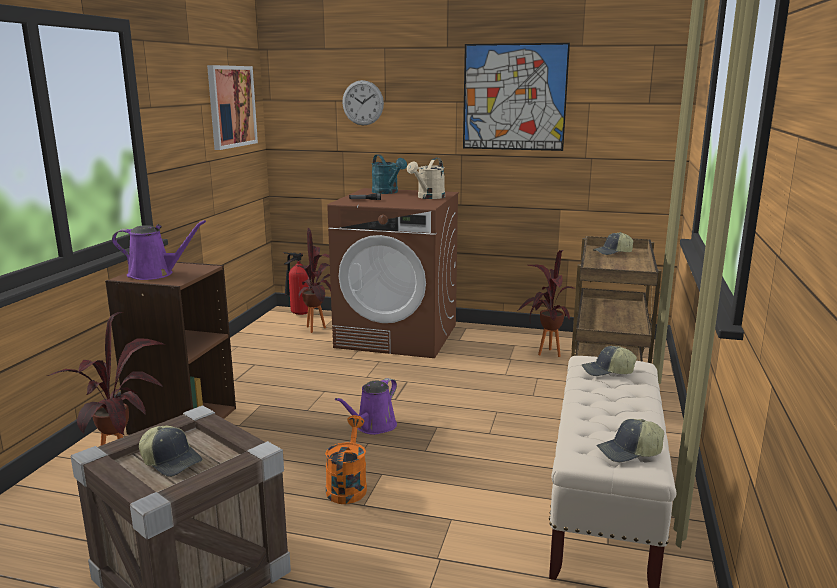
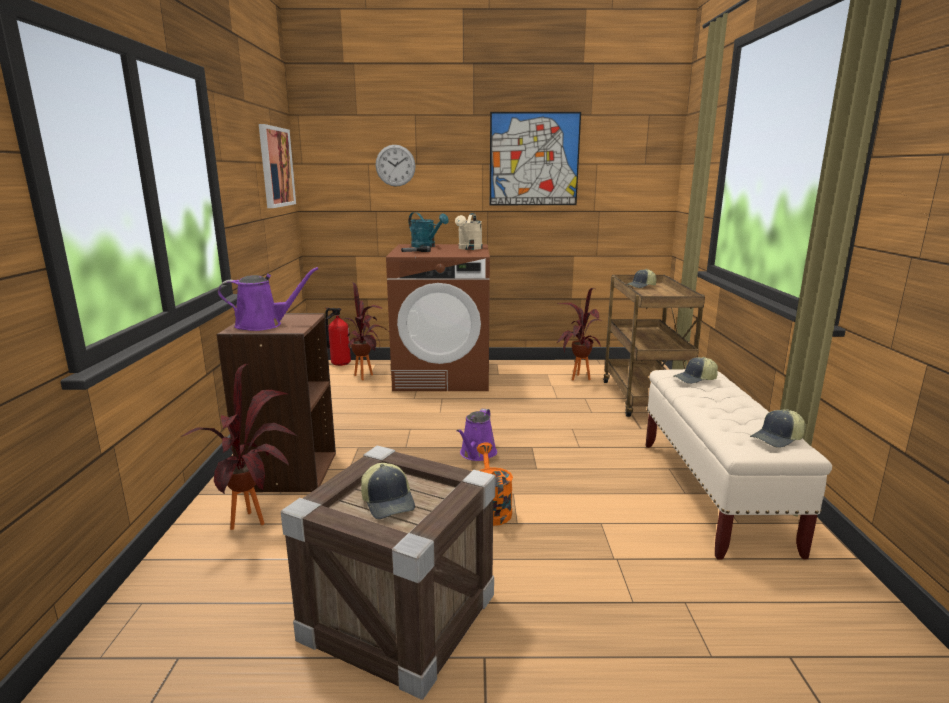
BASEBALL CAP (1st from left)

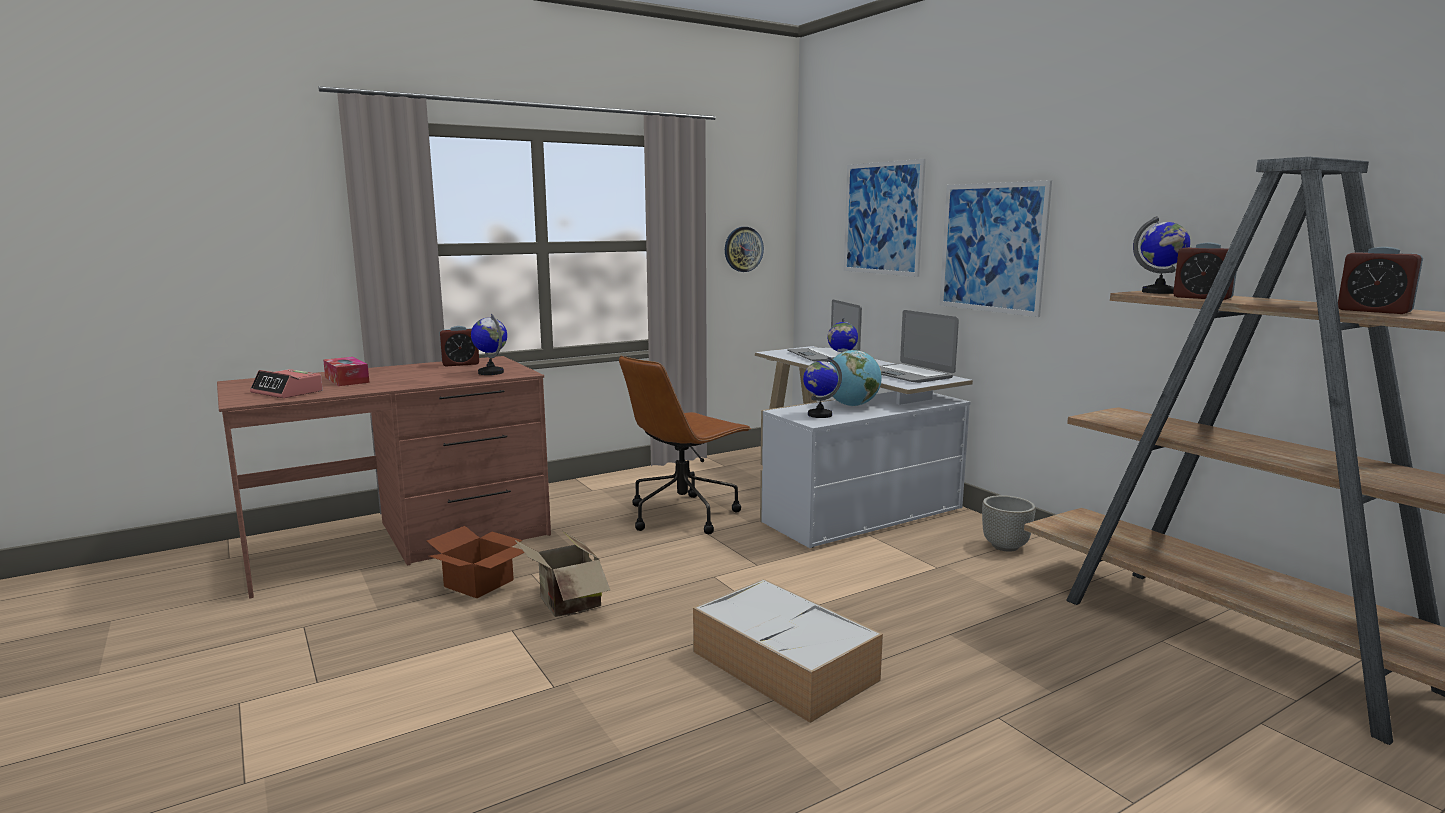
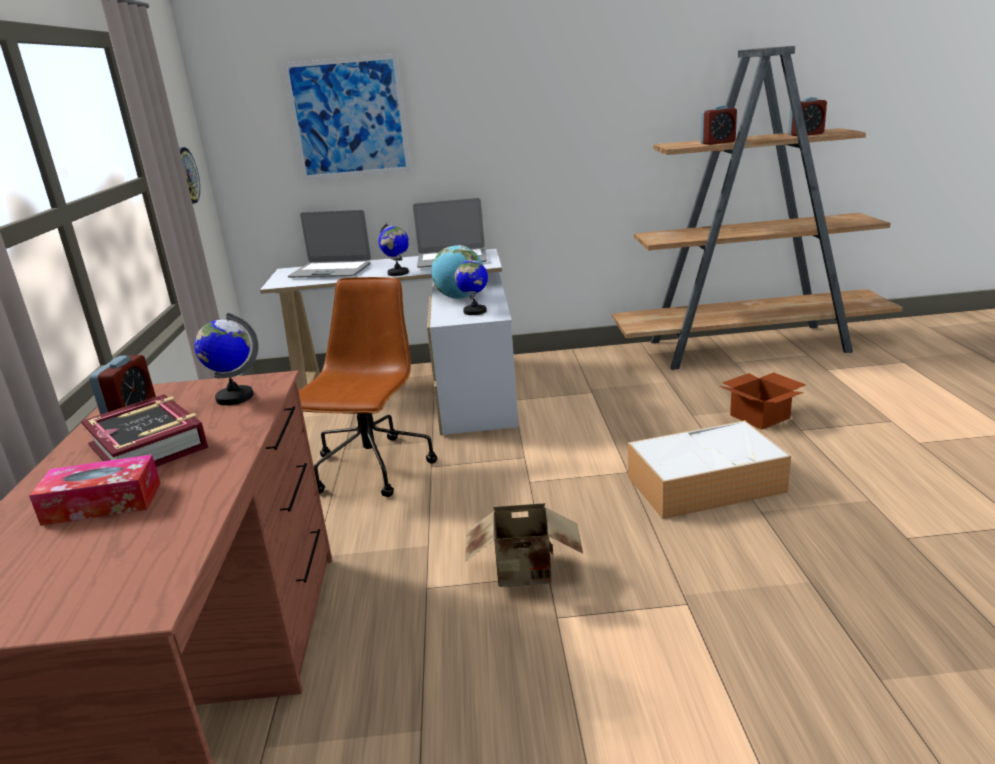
WALL ART (2nd from left in the first image)
GLOBE (5th from left in the first image)
BROWN DESK CHAIR
BEDSIDE CLOCK (1st from left in the first image)
GRAY FLOWER POT
PACKING BOX (2nd from left)
BOOK

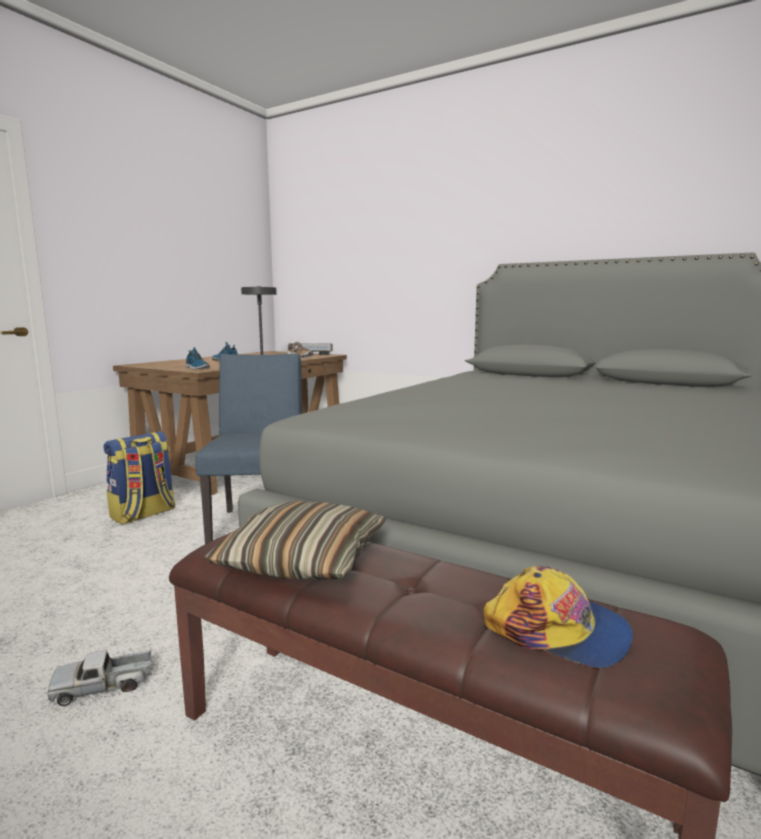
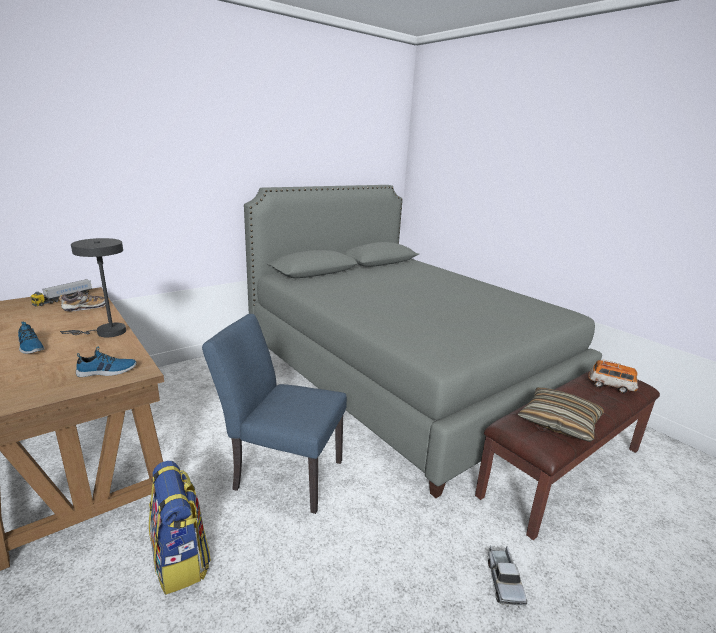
MINIATURE CAR

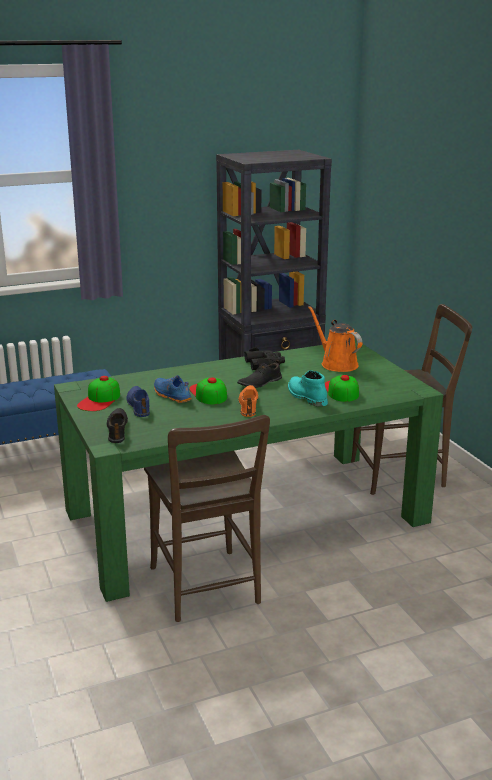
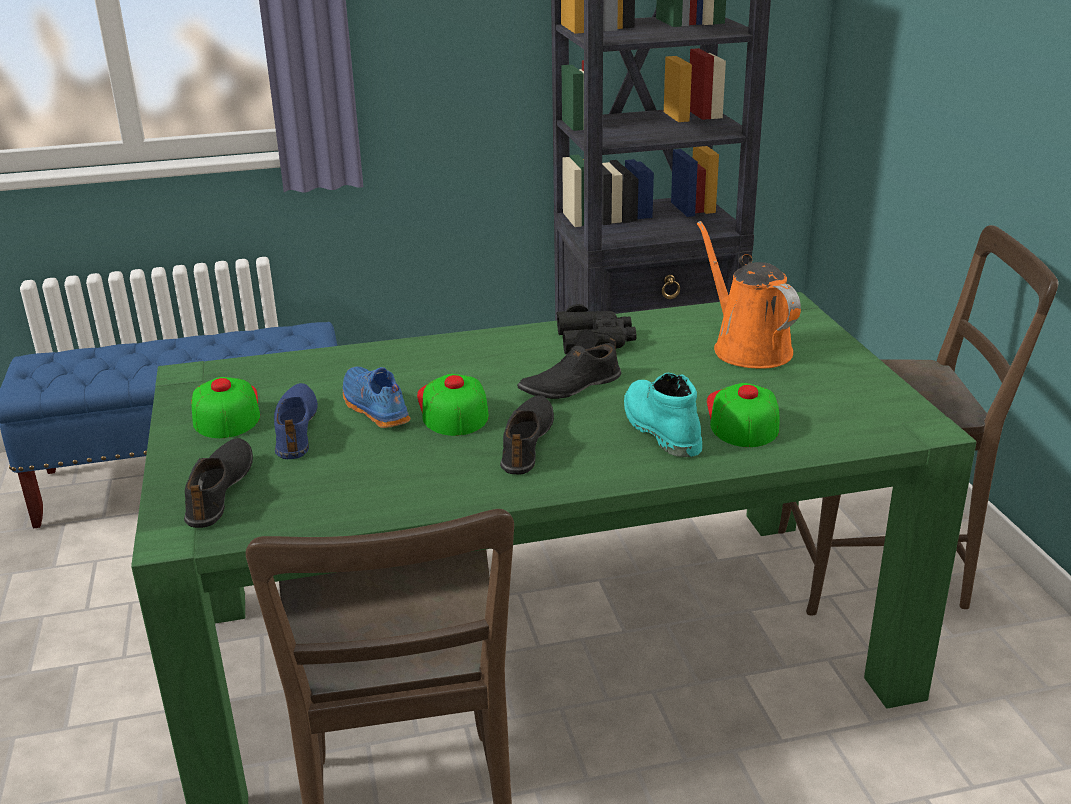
BASEBALL CAP (1st from left)
BLACK LOW SHOE (2nd from left)

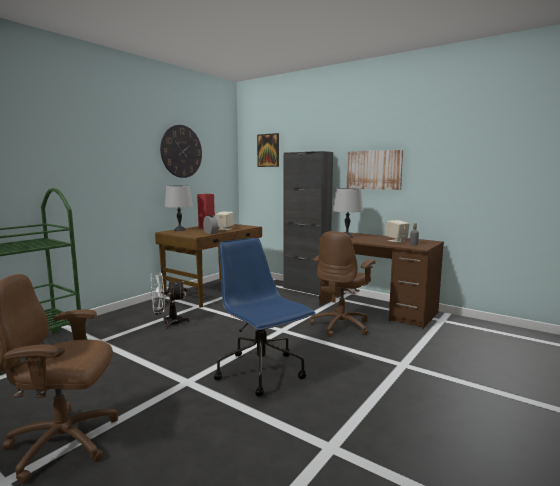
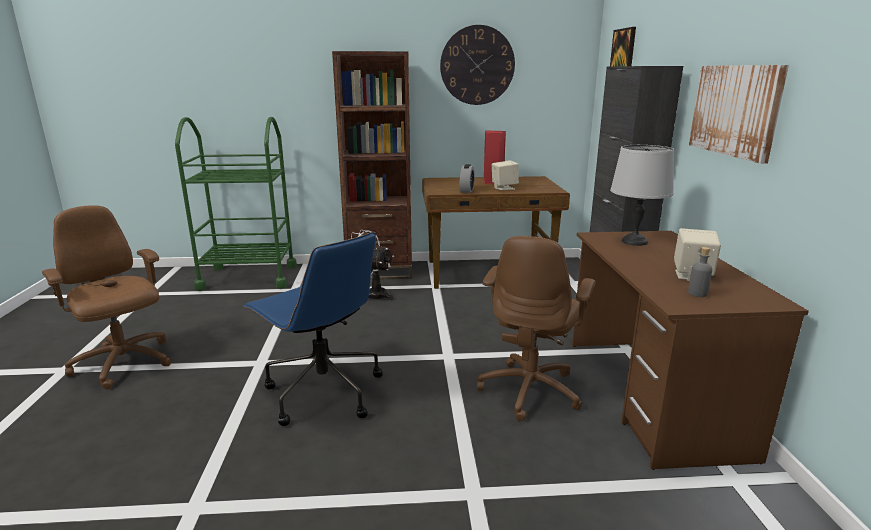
GRAY LAMP FOR A TABLE (1st from left in the first image)
BROWN DESK CHAIR (2nd from left)
BLUE DESK CHAIR
BROWN BOOKSHELF

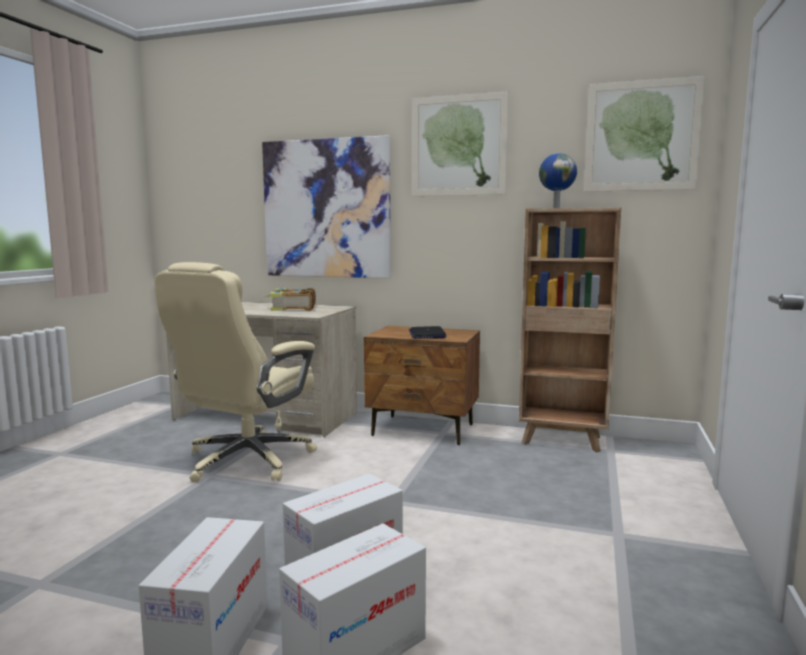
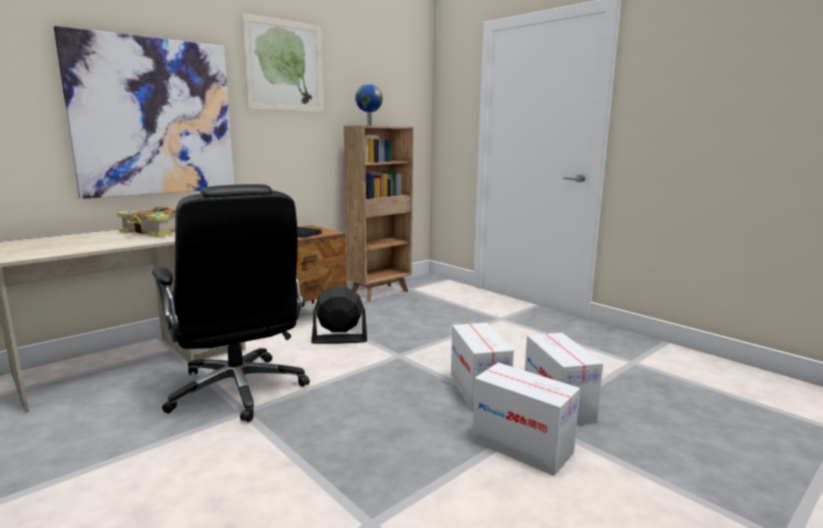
WALL ART (3rd from left in the first image)
BLACK DESK CHAIR
BLACK FAN

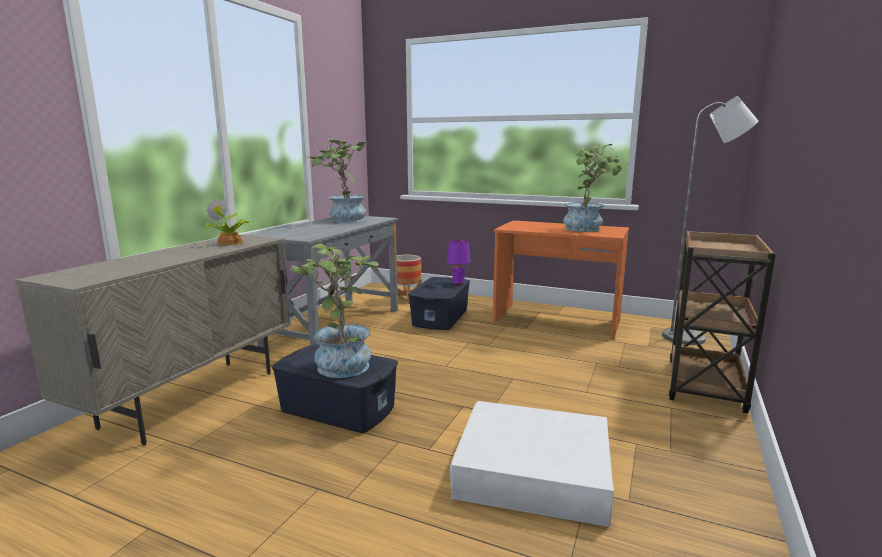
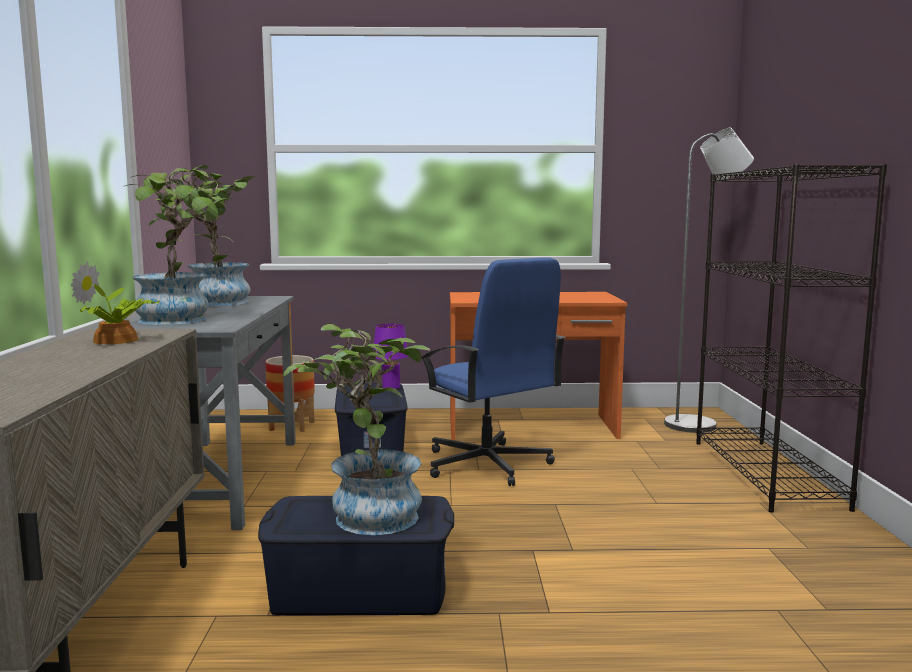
HOUSEPLANT (2nd from left)
BLACK BOOKSHELF
WHITE-COLOURED STORAGE BIN
BLUE DESK CHAIR

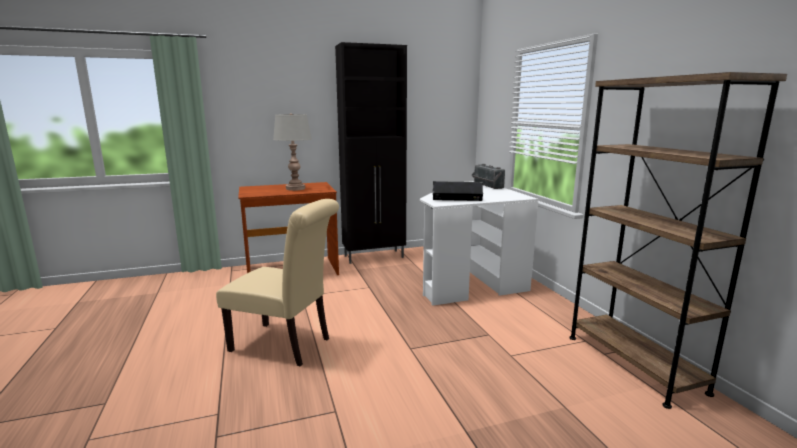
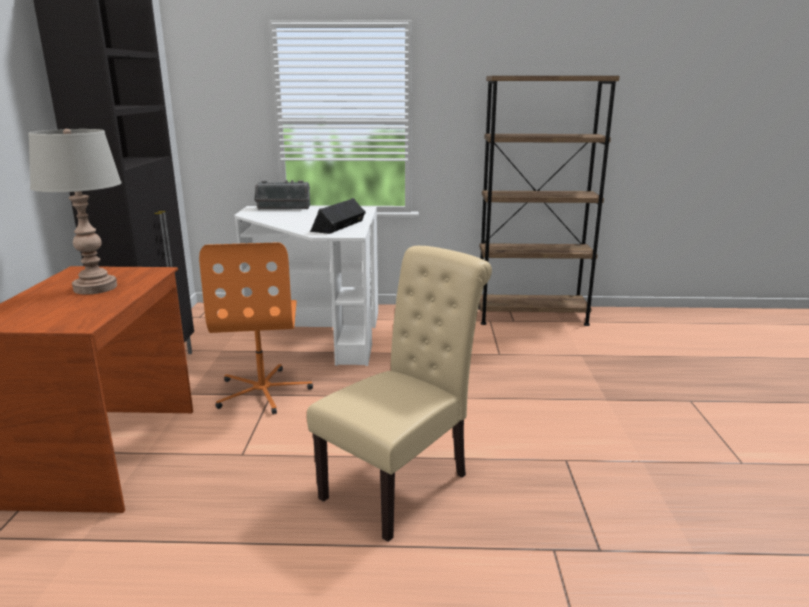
ORANGEY DESK CHAIR

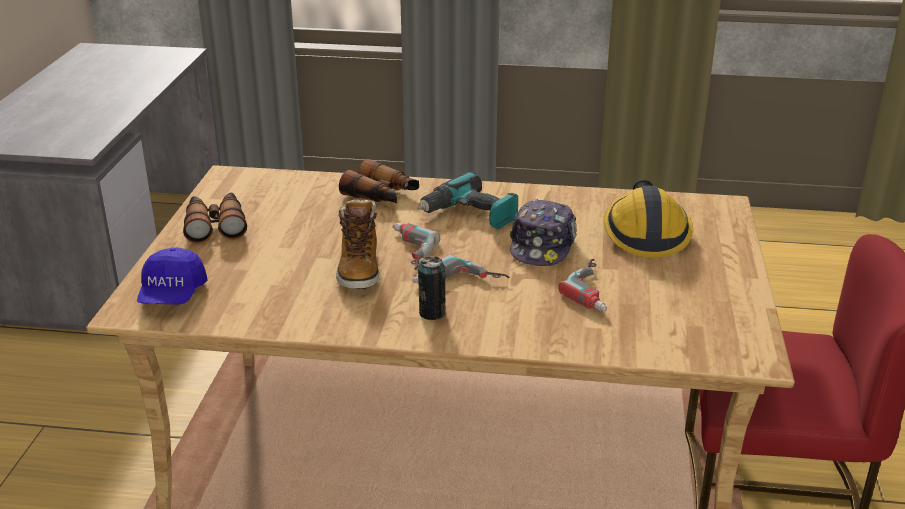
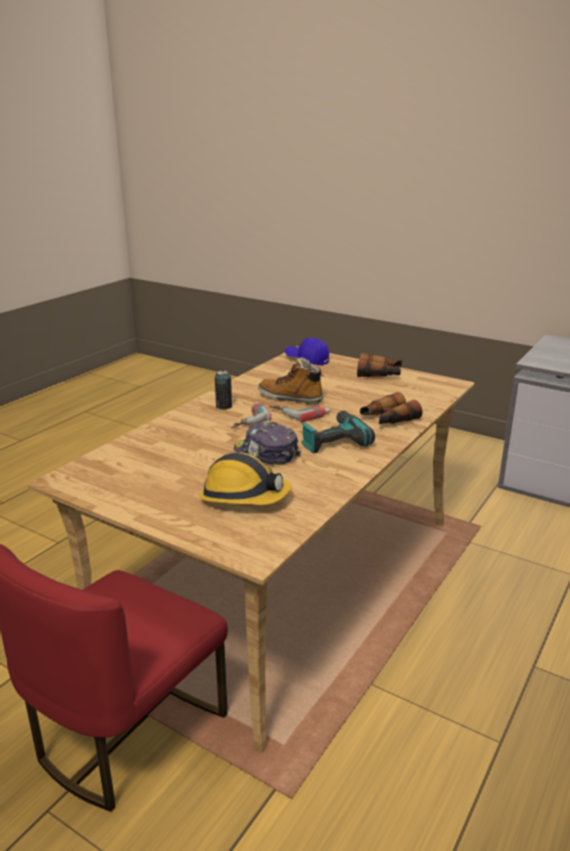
POWER DRILL (4th from left in the first image)

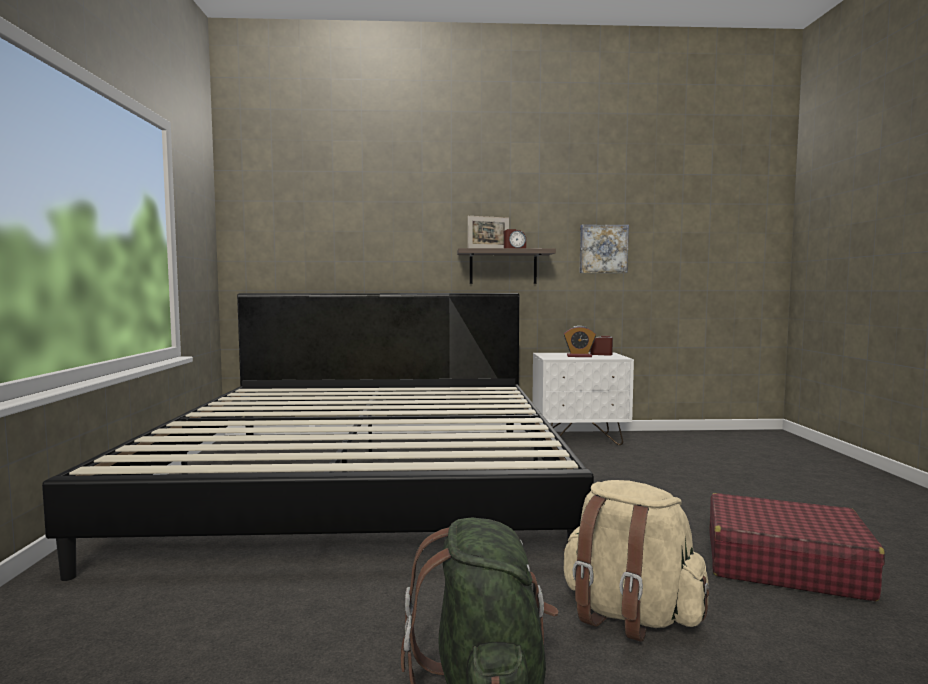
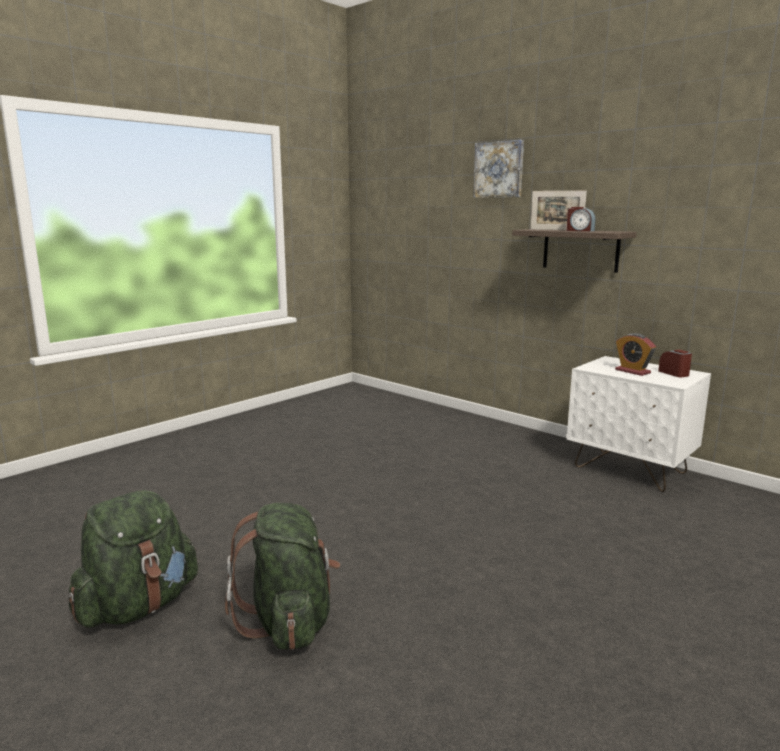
WALL ART
BED
GREEN-COLOURED RUCKSACK (2nd from left)
RED SUITCASE

